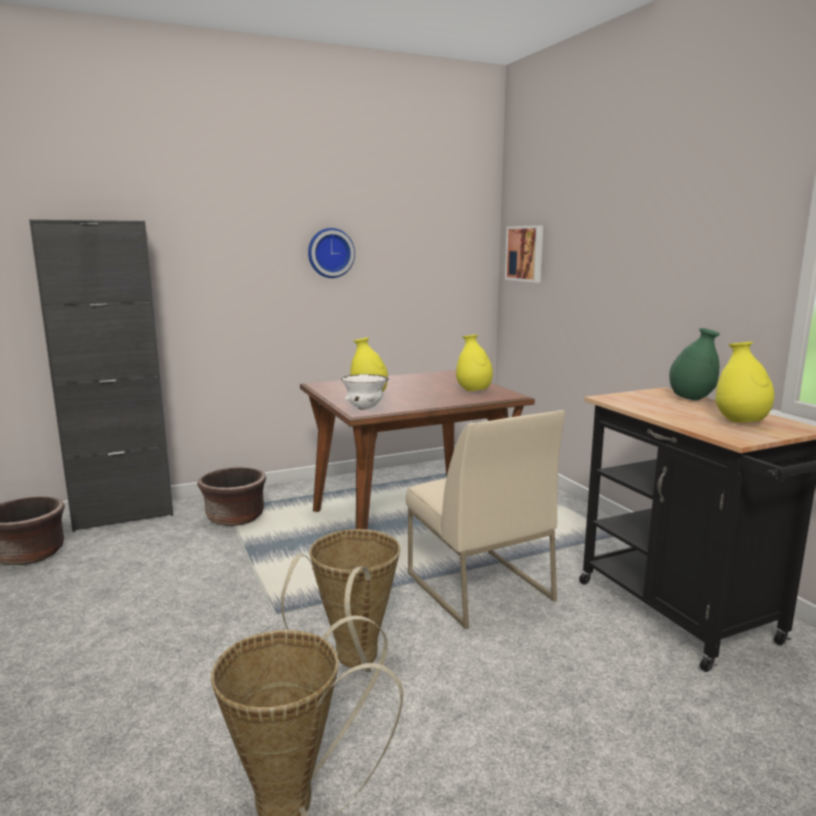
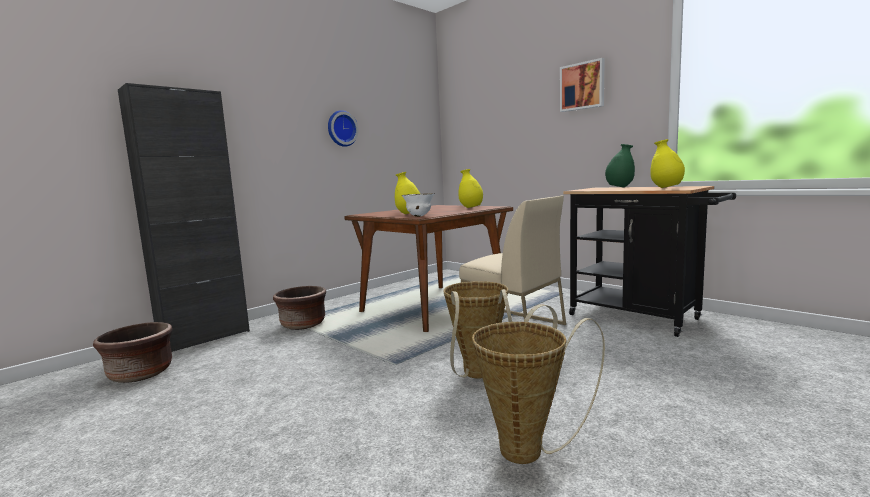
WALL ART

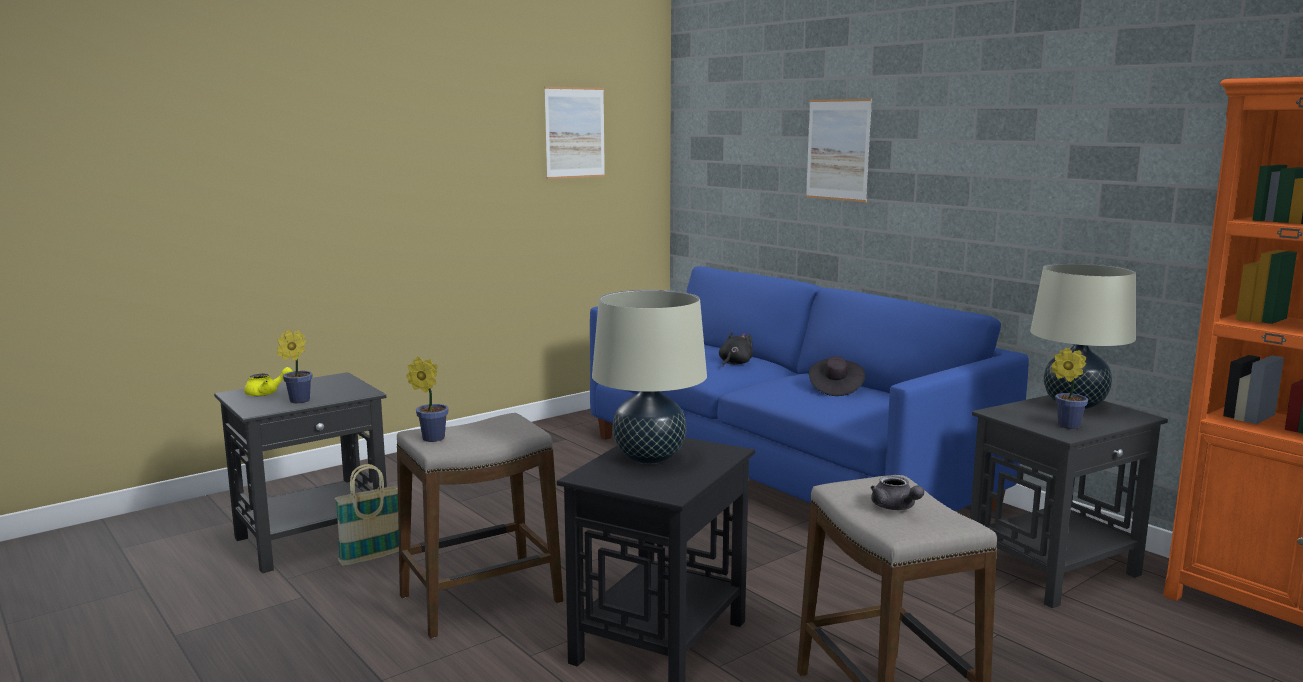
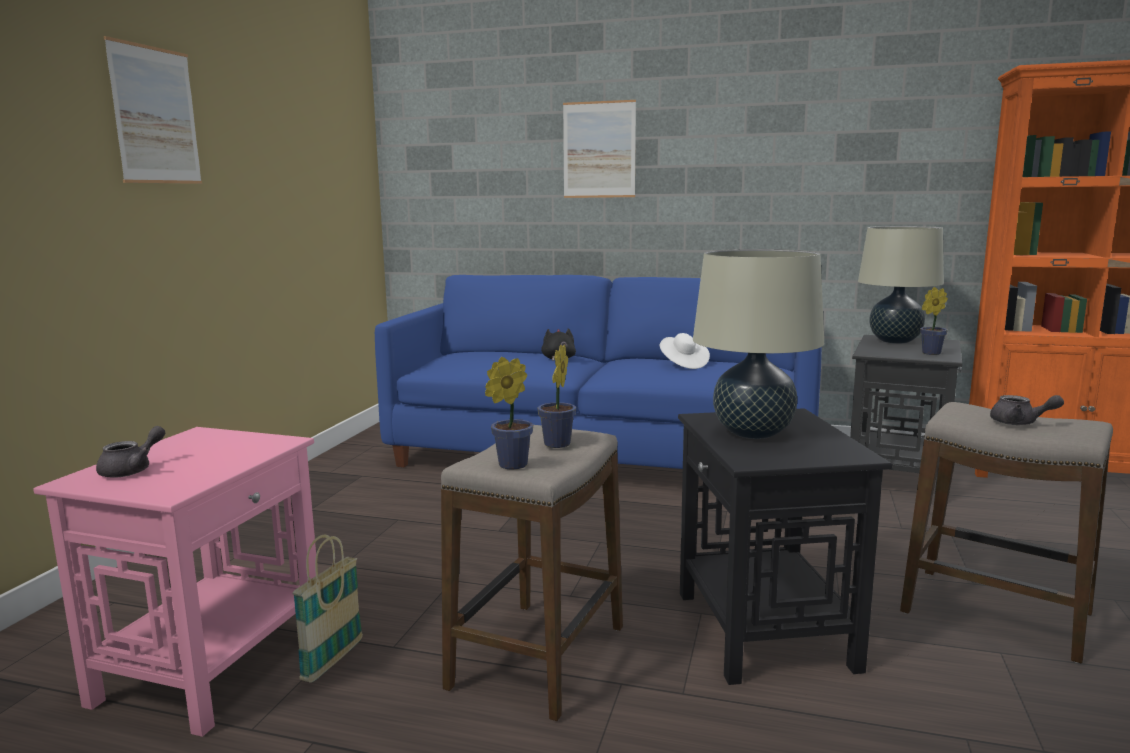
WALL ART (1st from left)
HOUSEPLANT (2nd from left)
WHITE-COLOURED HAT
GRAY TEAPOT (1st from left)
PINK-COLOURED END TABLE

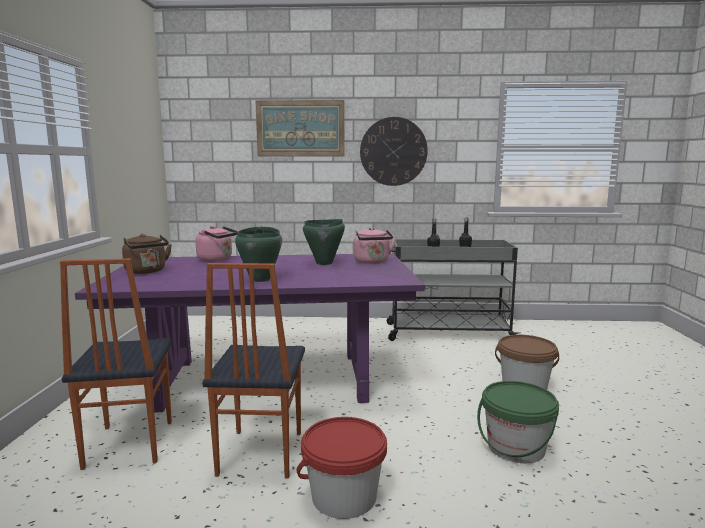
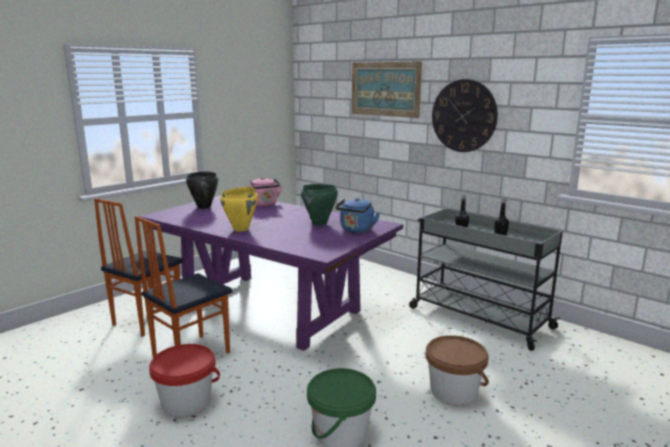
YELLOWISH COOKING POT
BLUE WATER KETTLE
BLACK COOKING POT

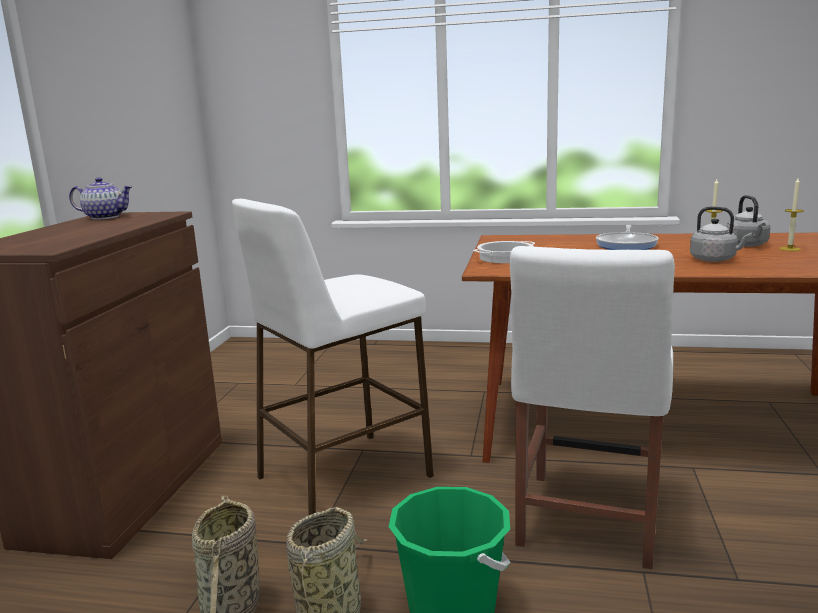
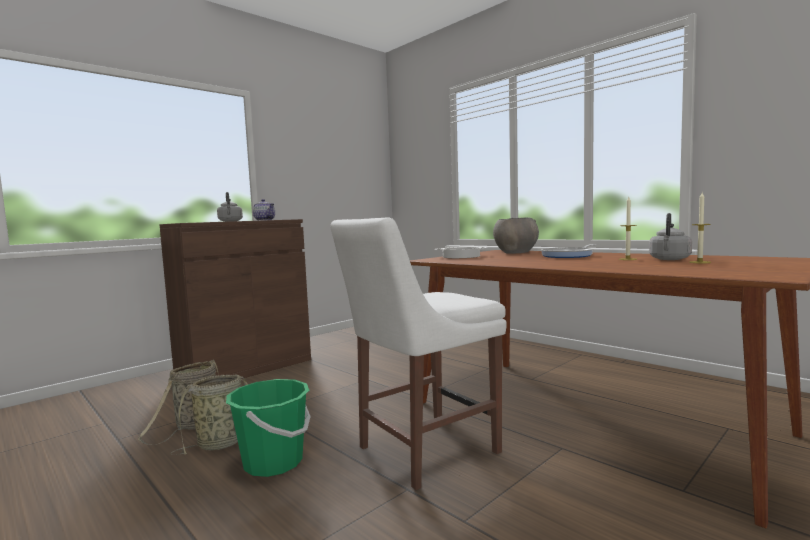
WHITE-COLOURED STOOL SEAT
GRAY WATER KETTLE (1st from left)
GRAY SERVING BOWL

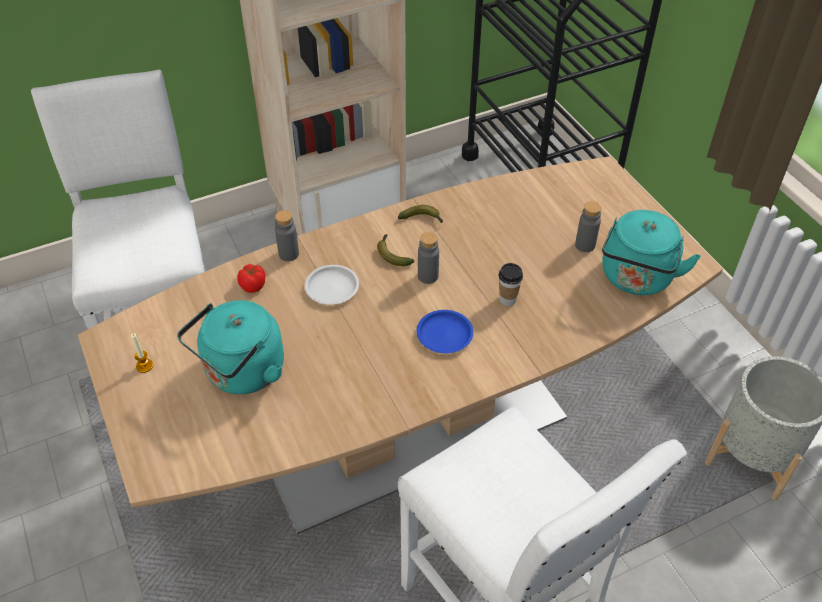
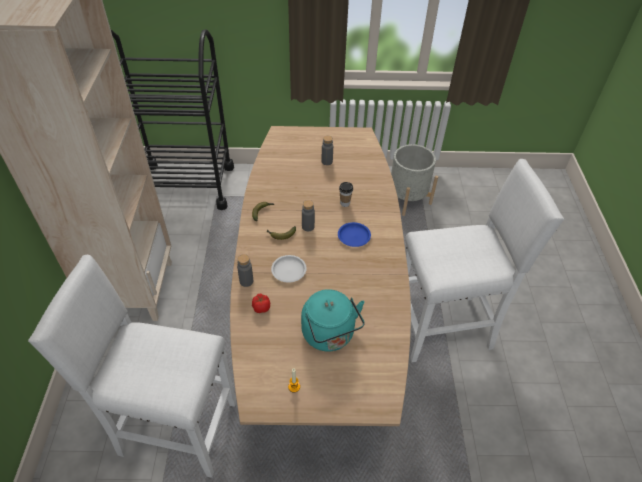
TURQUOISE-COLOURED WATER KETTLE (2nd from left in the first image)

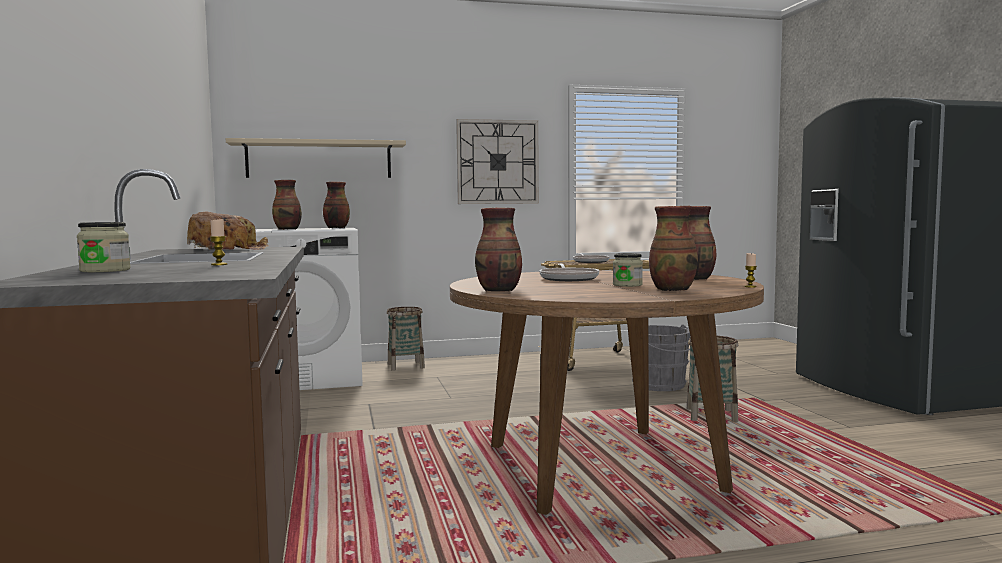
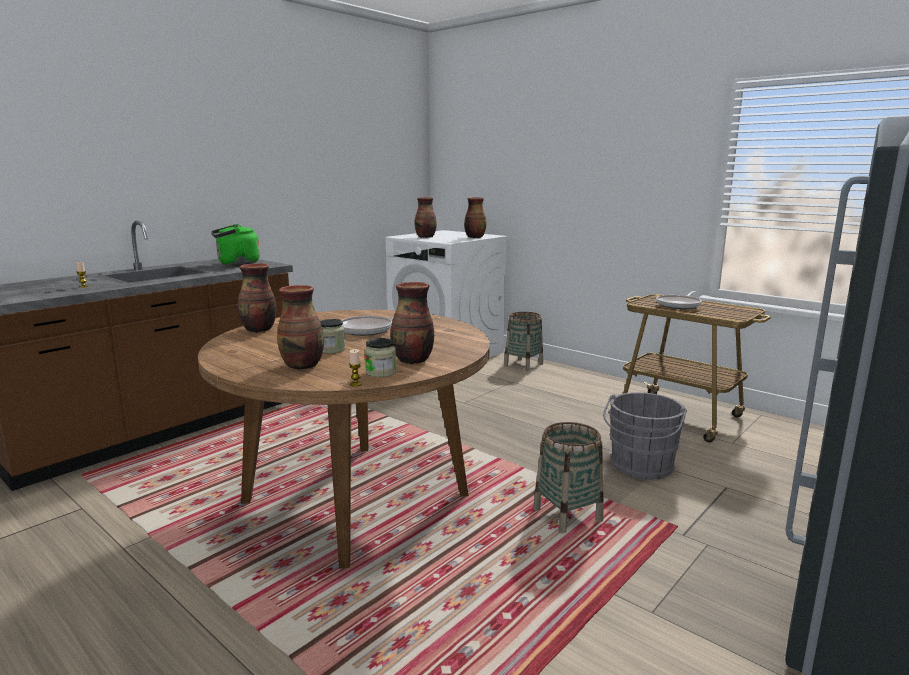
WALL CLOCK
BEIGE-COLOURED WALL SHELF
GREEN-COLOURED WATER KETTLE
PRESERVE JAR (2nd from left)

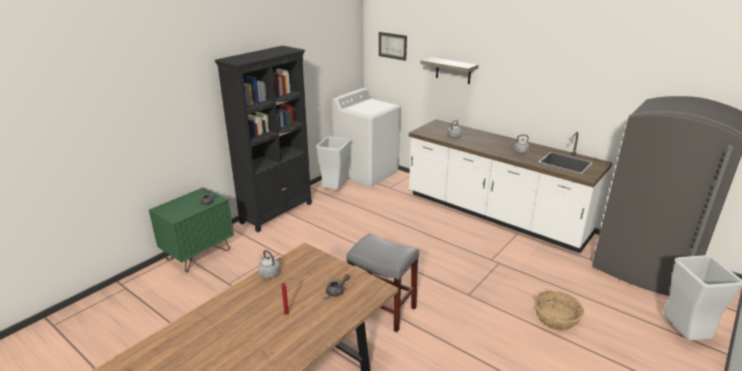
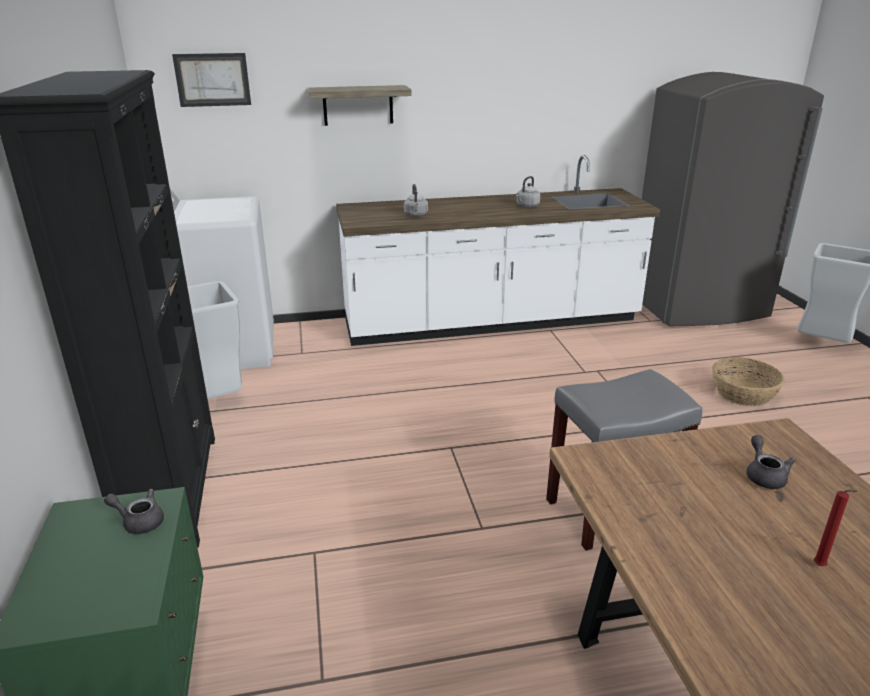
GRAY WATER KETTLE (1st from left in the first image)

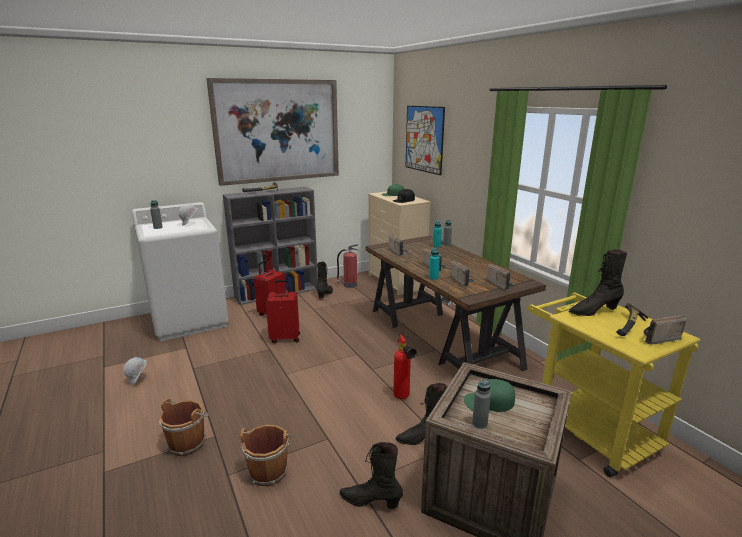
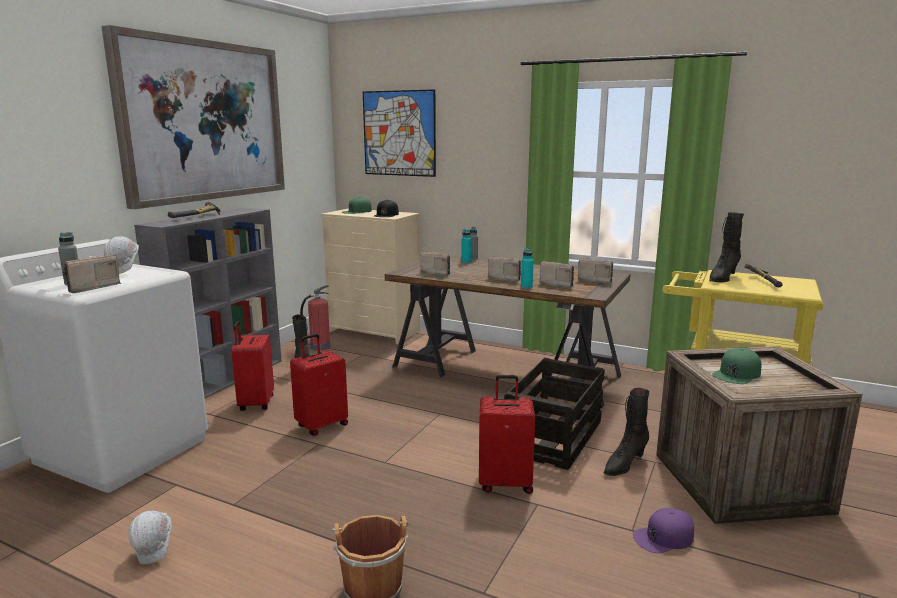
RADIO (1st from left)
CRATE (1st from left)
GRAY DRINK BOTTLE (3rd from left in the first image)
BROWN PAIL (2nd from left in the first image)
PURPLE BASEBALL CAP
RED SUITCASE (3rd from left)

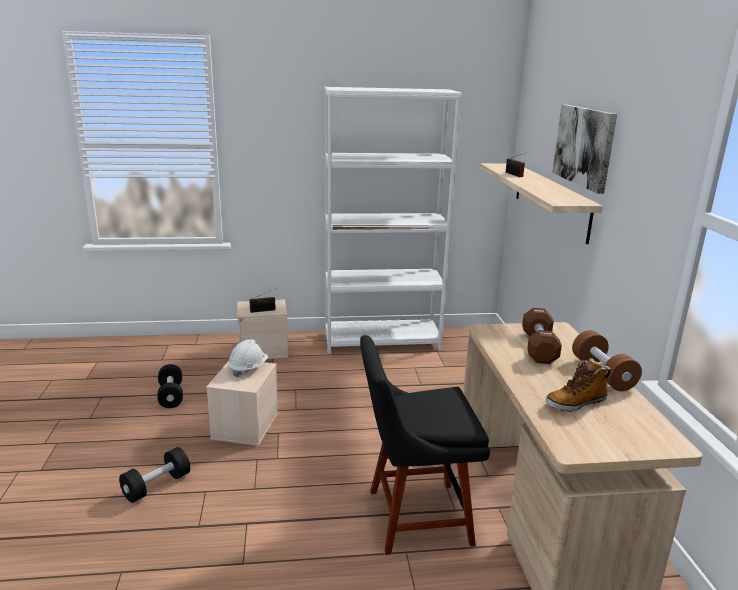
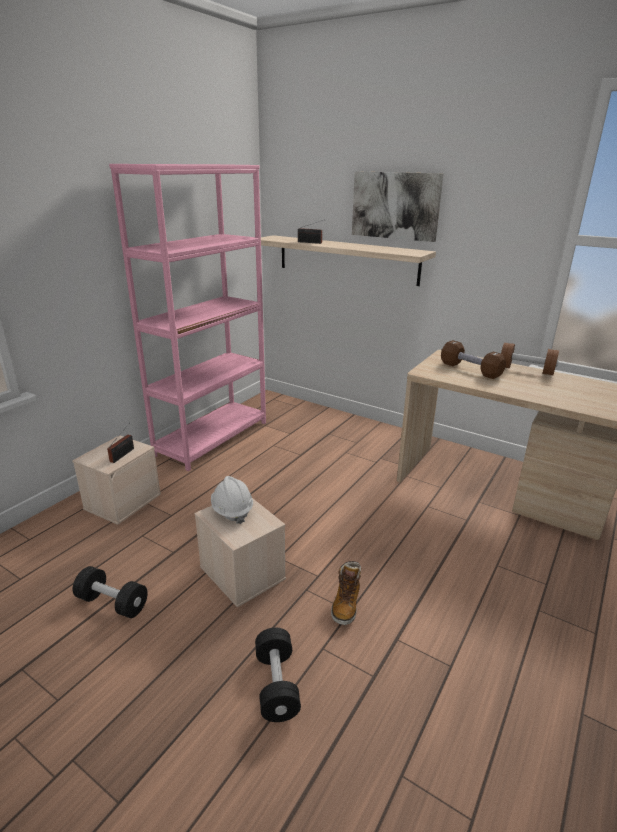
PINK-COLOURED BOOKSHELF
BLACK PLAIN CHAIR
HIGH-TOP BOOT

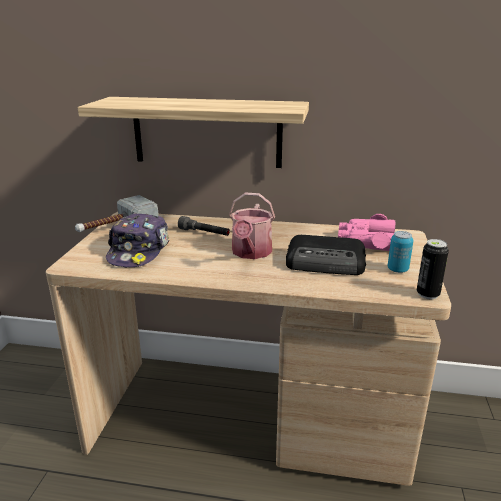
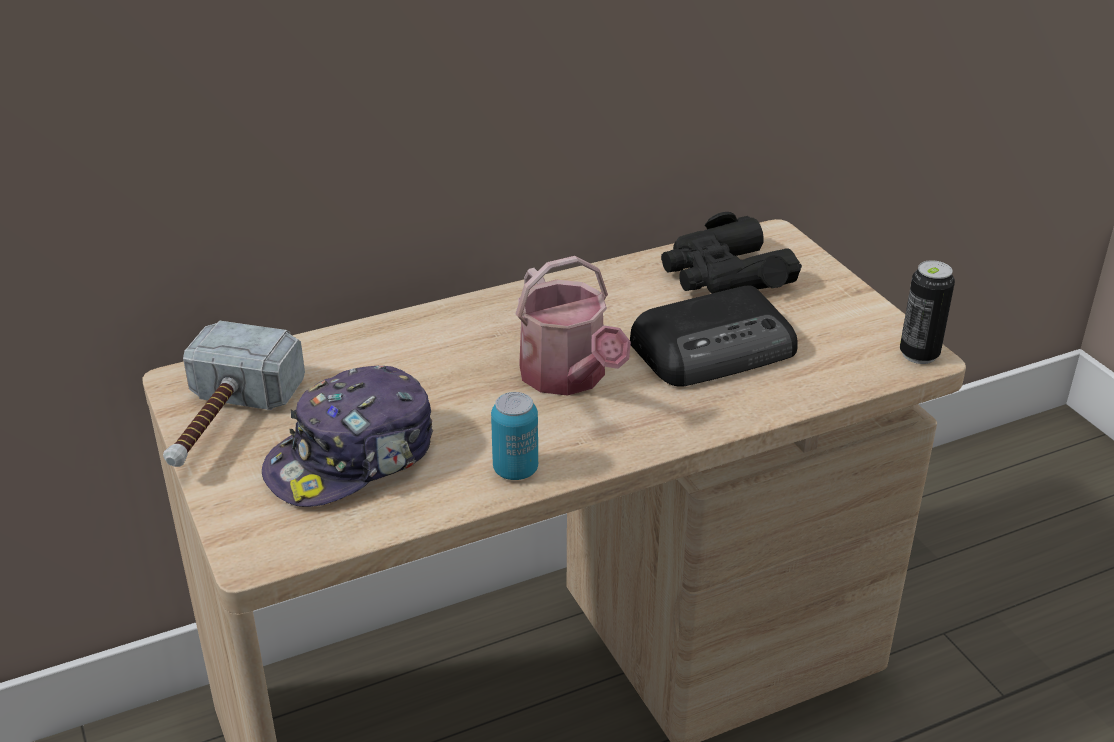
WALL SHELF
BASEBALL CAP
BLACK PAIR OF BINOCULARS
GRAY FLASHLIGHT
CAN (1st from left)

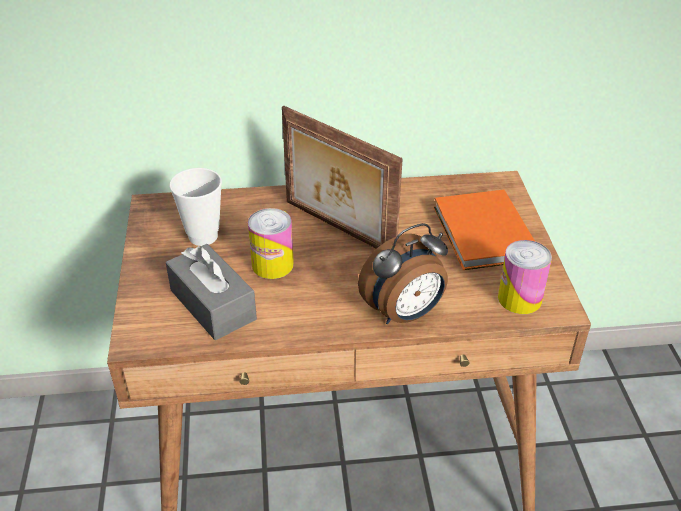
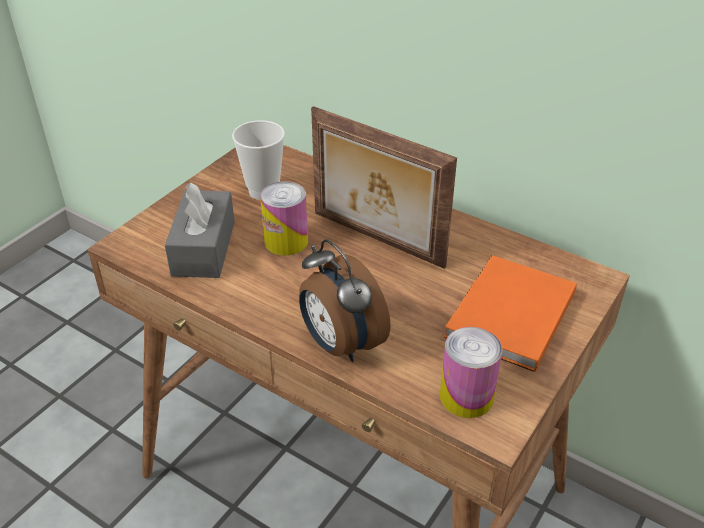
PICTURE FRAME
BEDSIDE CLOCK

